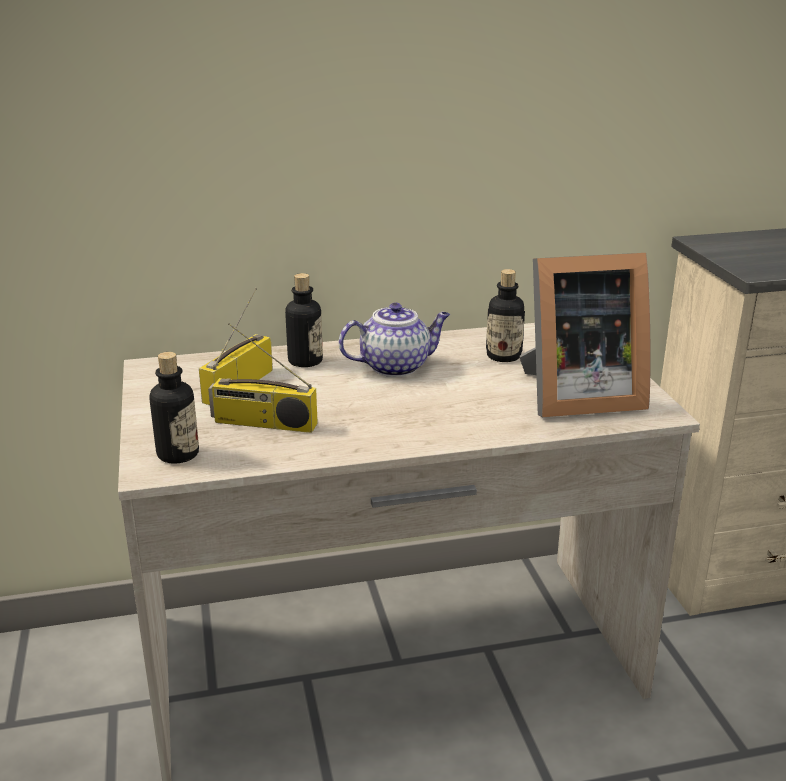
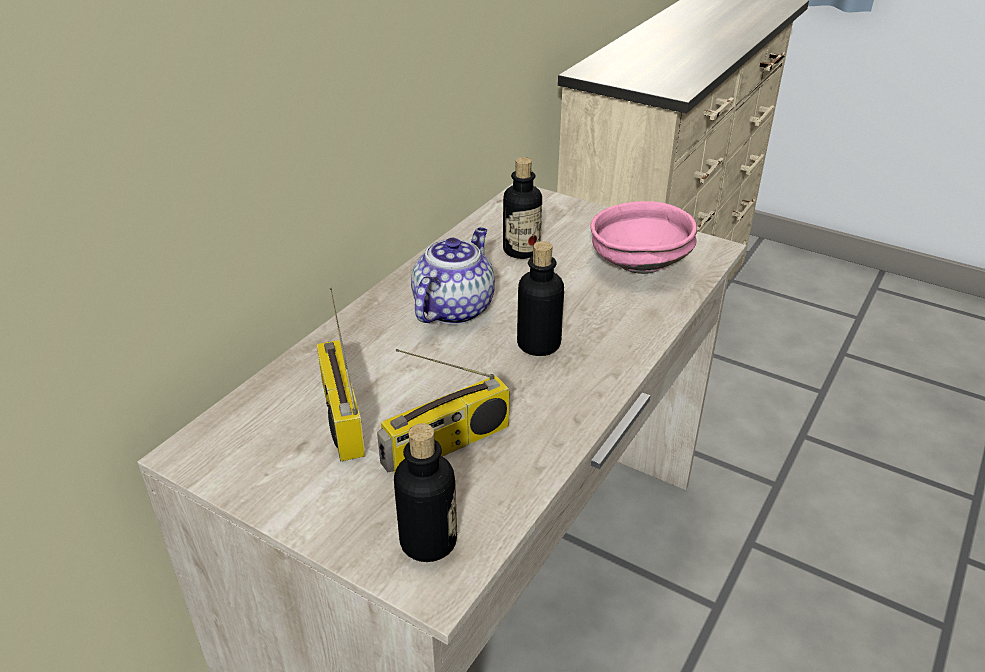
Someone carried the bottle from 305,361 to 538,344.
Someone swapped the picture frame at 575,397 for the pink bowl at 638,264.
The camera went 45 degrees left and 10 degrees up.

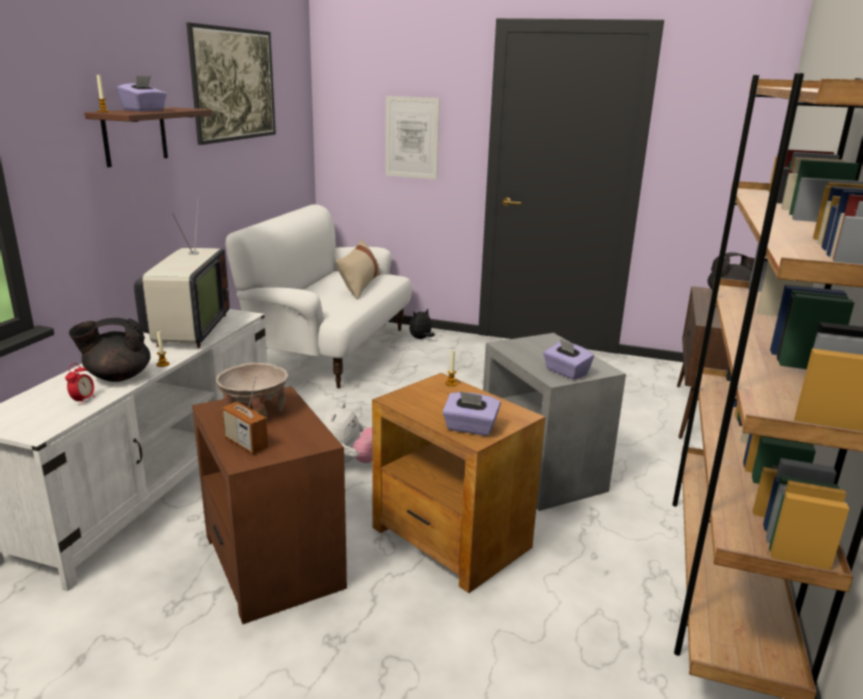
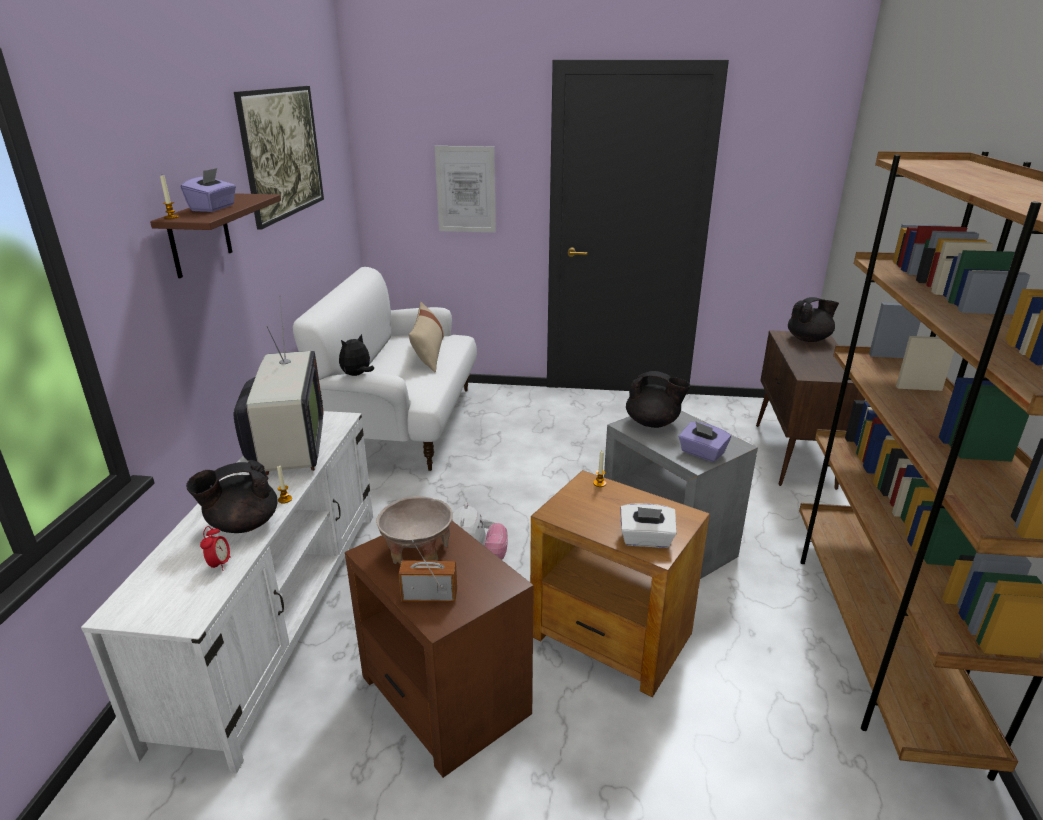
Someone carried the plush toy from 421,338 to 357,375.
Someone rotated the radio at 246,443 by 150 degrees clockwise.
Someone repainted the purple tissue box at 470,428, which became the white tissue box at 646,539.
Someone put down the black teapot at 653,423.
The camera went 10 degrees left and 5 degrees up.

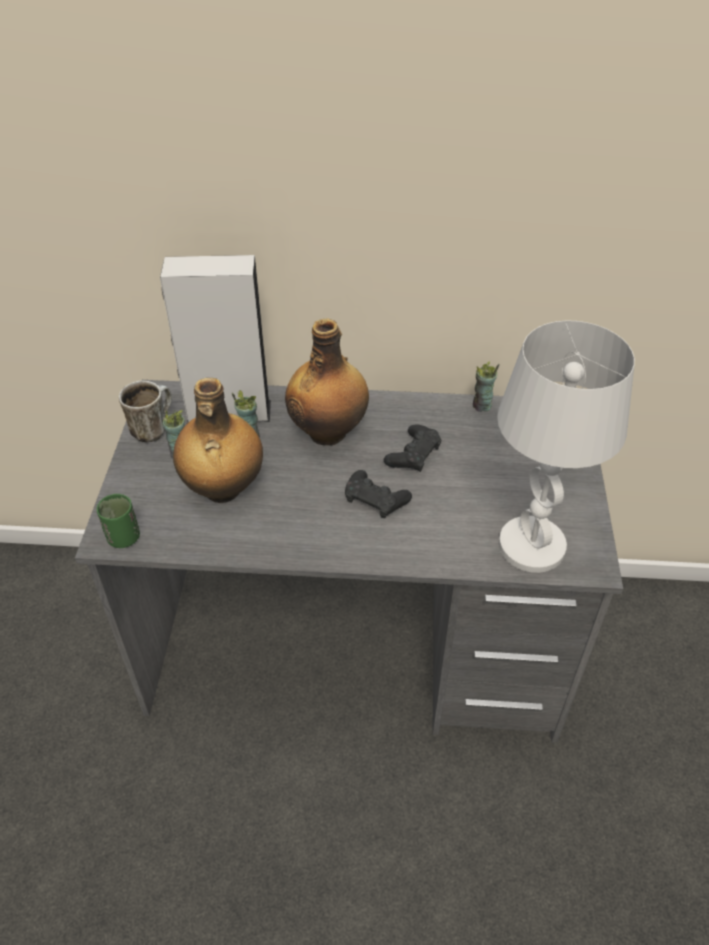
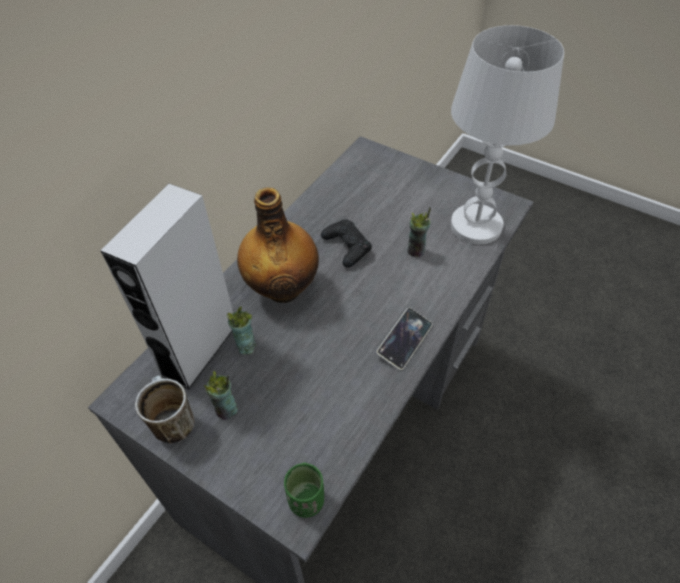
Someone put down the phone at 404,340.
Someone carried the cup from 481,406 to 416,251.
Someone took away the bottle at 223,489.
Someone took away the black game controller at 375,499.
The camera went 60 degrees left and 5 degrees up.

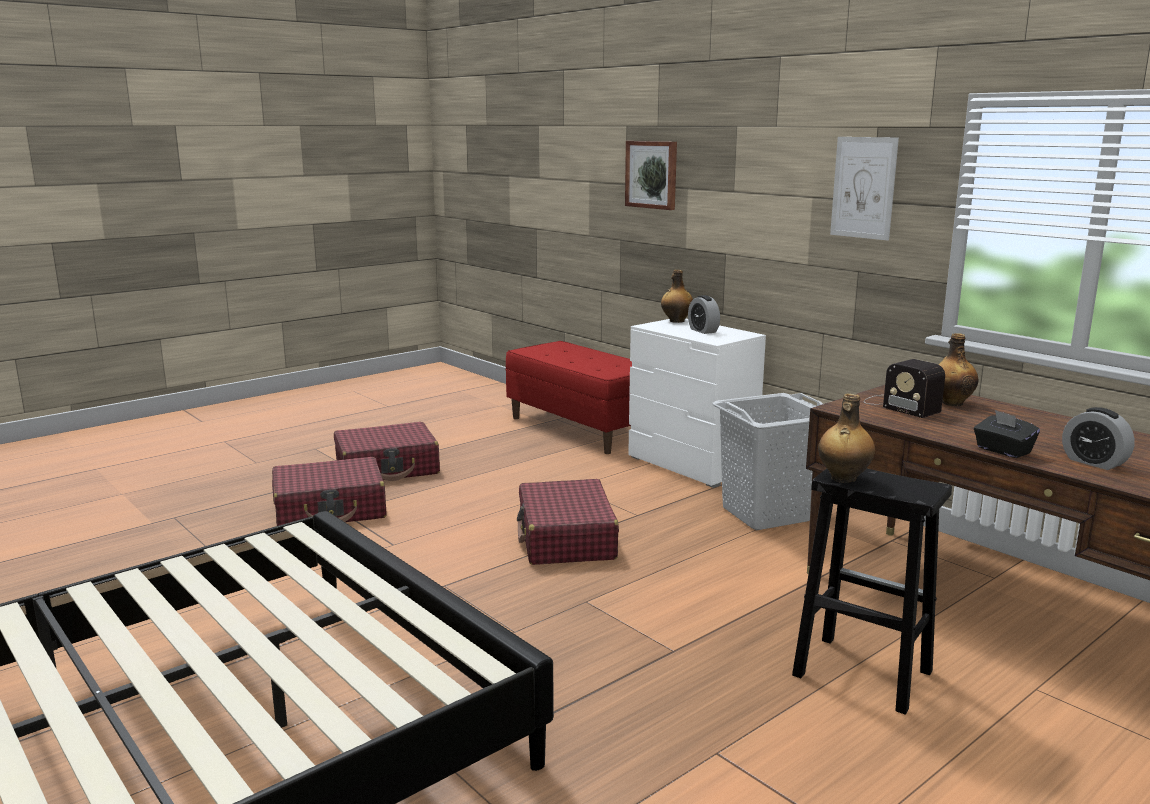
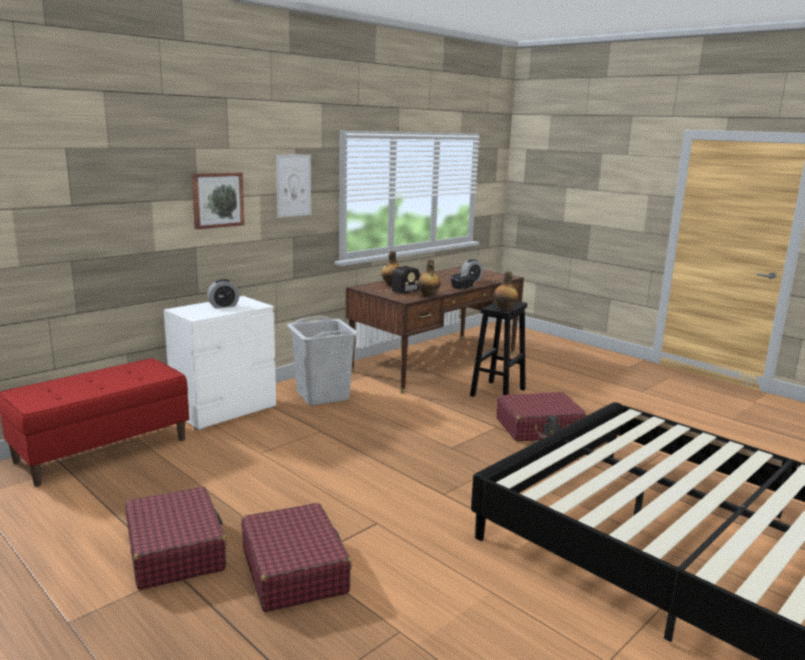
Someone carried the picture from 652,174 to 217,199.
Someone carried the bottle from 676,321 to 428,295.
Someone carried the red suitcase from 566,539 to 539,428.
The camera went 95 degrees left and 0 degrees up.

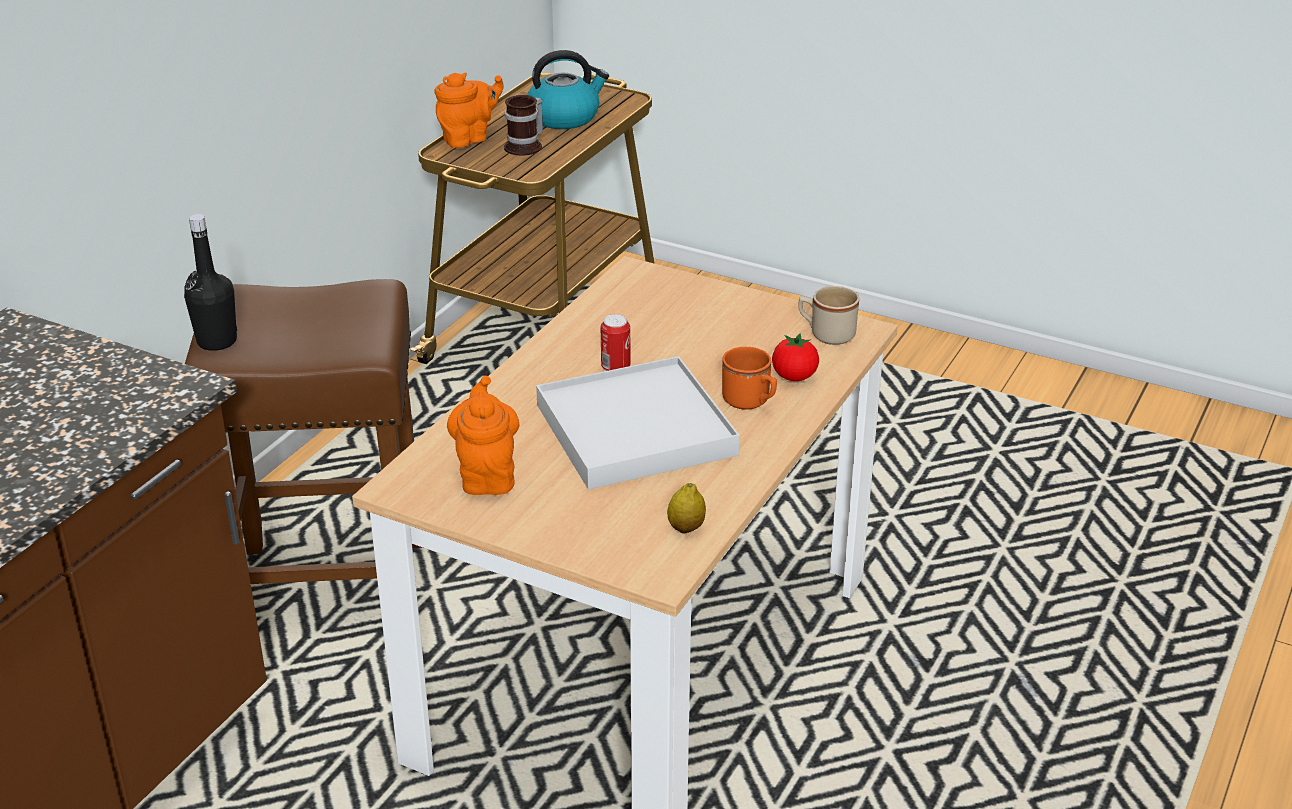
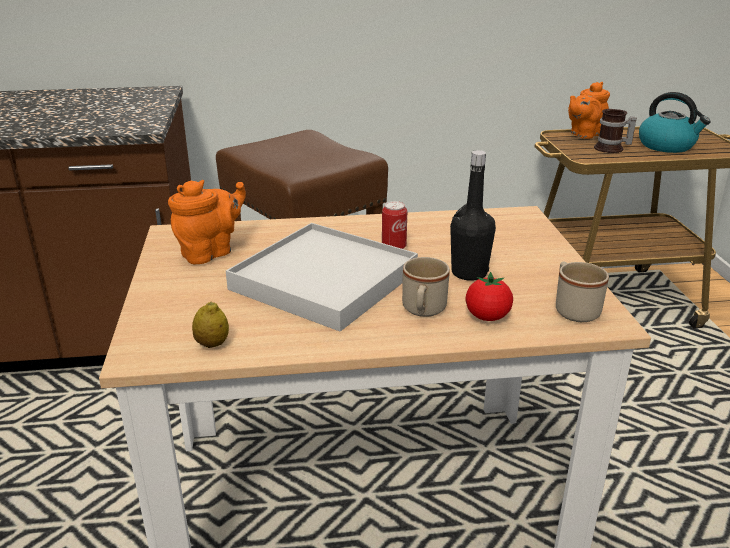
Someone repainted the orange mug at 750,402, which became the beige mug at 423,311.
Someone carried the black bottle from 217,341 to 469,273.
Someone rotated the orange teapot at 469,138 by 120 degrees clockwise.
The camera went 55 degrees right and 5 degrees down.

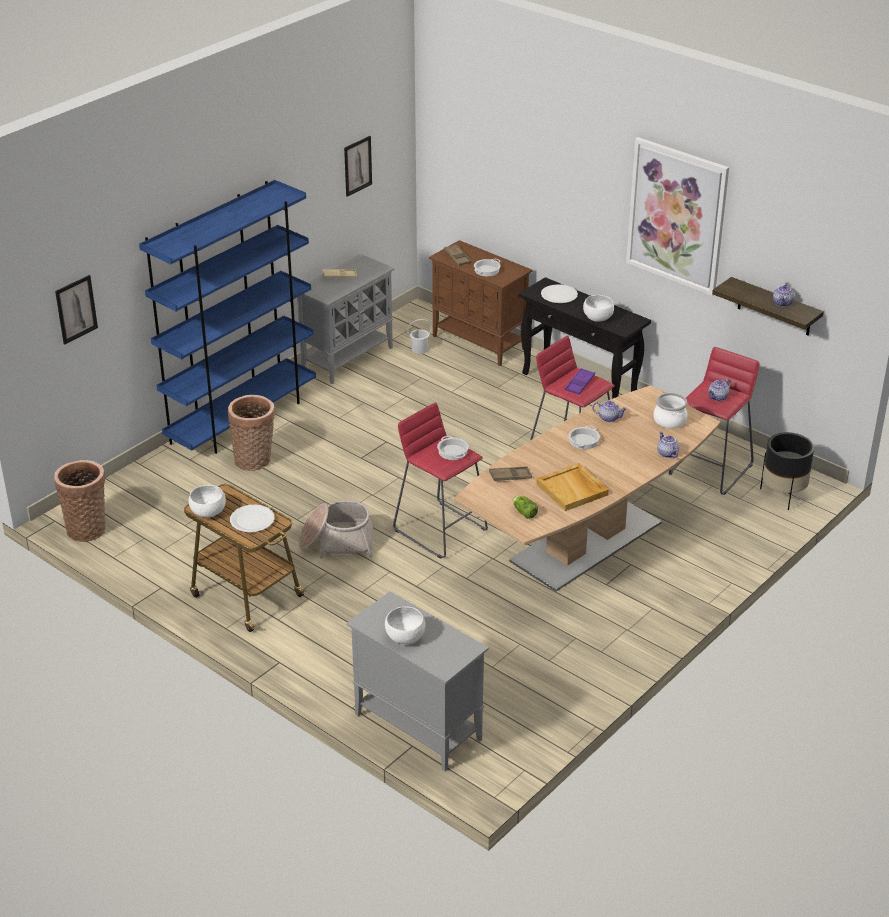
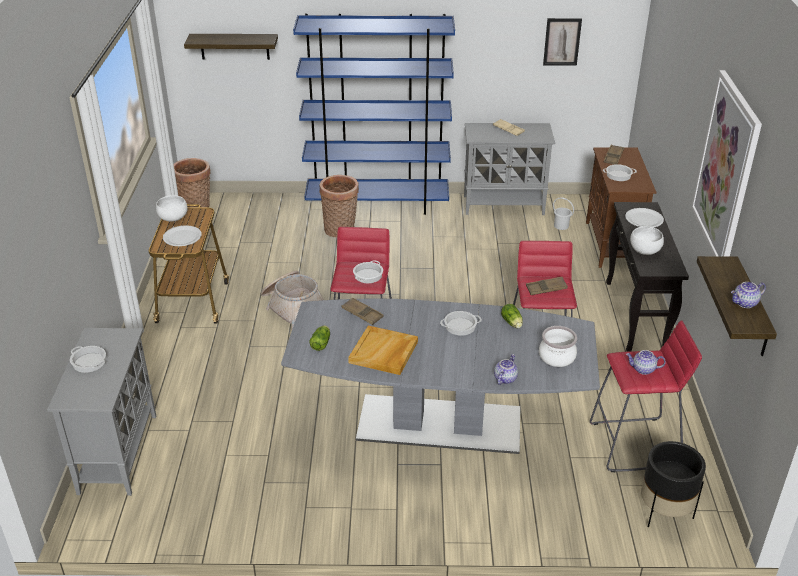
Someone swapped the white bowl at 405,636 for the cooking pot at 89,362.
Someone swapped the picture at 76,309 for the shelf at 234,46.
Someone repainted the brown dining table at 585,542, which became the grey dining table at 438,424.
Someone swapped the teapot at 609,418 for the lettuce at 512,323.
Someone repainted the purple tray at 579,384, which became the brown tray at 546,288.
The camera went 50 degrees right and 0 degrees up.

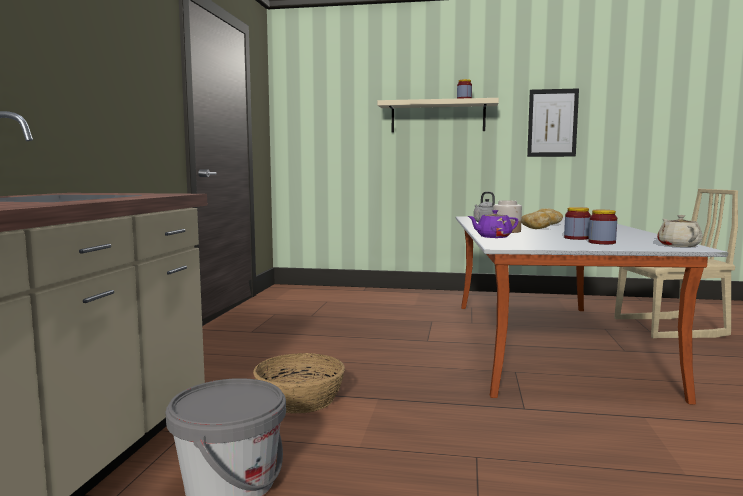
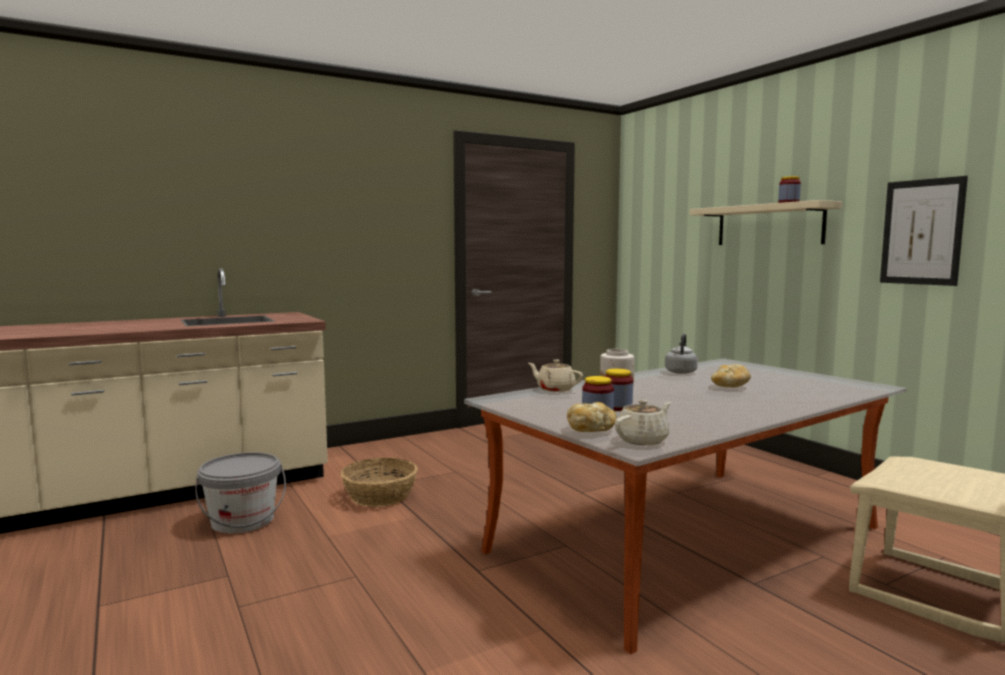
Someone repainted the purple teapot at 493,237, which became the beige teapot at 555,389.
Someone carried the bread from 535,228 to 591,430.
The camera went 50 degrees right and 0 degrees up.

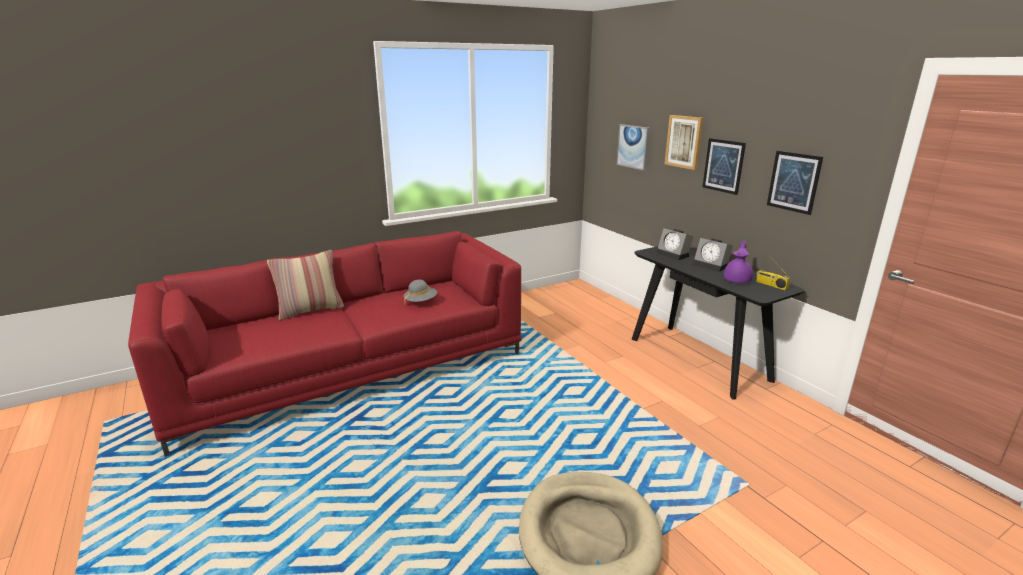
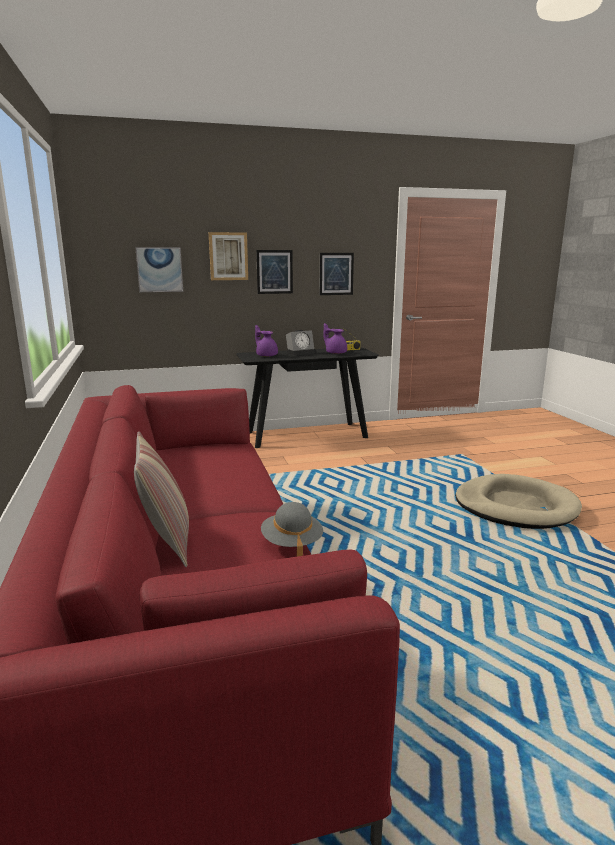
Someone swapped the alarm clock at 674,255 for the purple teapot at 266,355.
Someone carried the grey hat from 421,301 to 291,543.
The camera went 75 degrees left and 5 degrees down.

